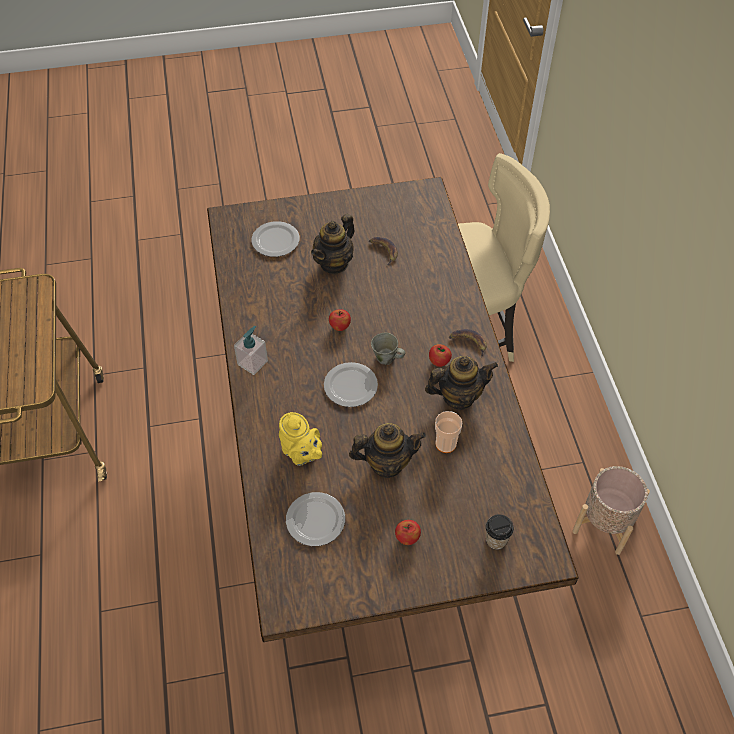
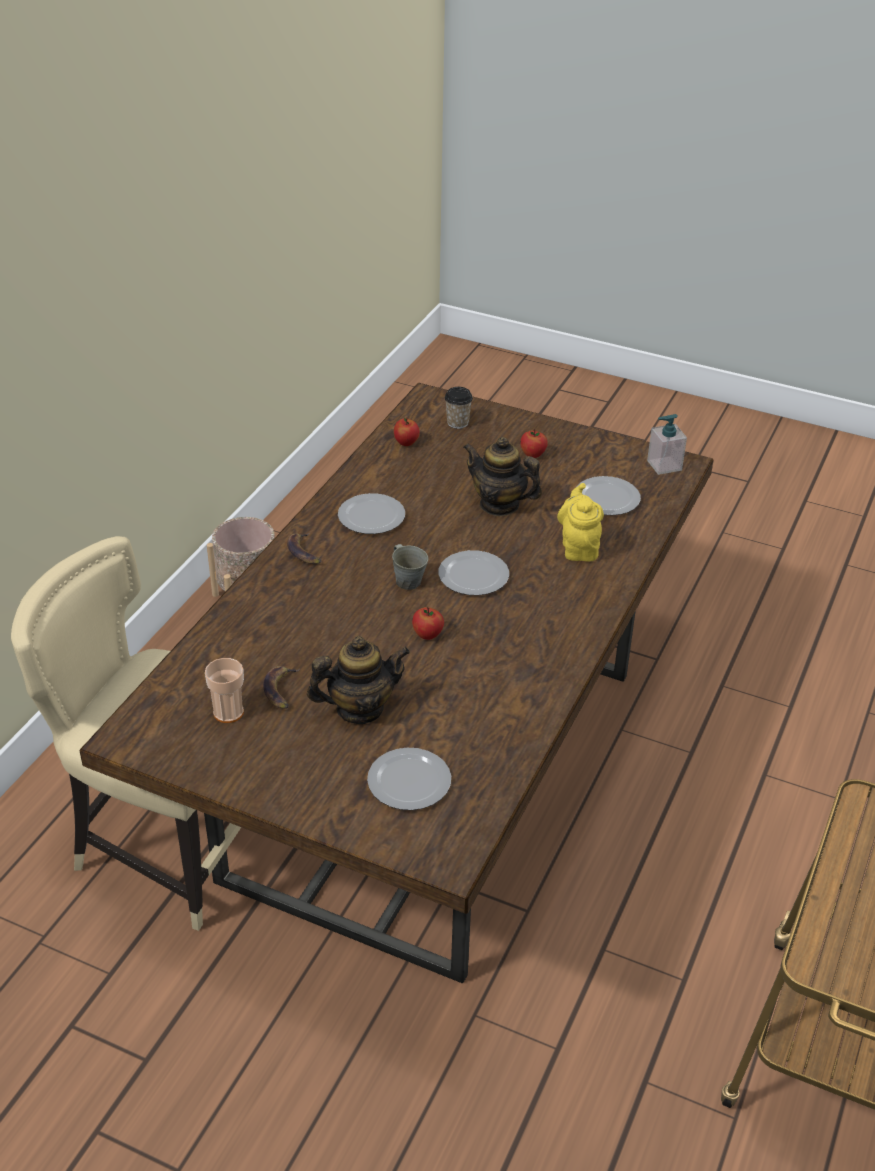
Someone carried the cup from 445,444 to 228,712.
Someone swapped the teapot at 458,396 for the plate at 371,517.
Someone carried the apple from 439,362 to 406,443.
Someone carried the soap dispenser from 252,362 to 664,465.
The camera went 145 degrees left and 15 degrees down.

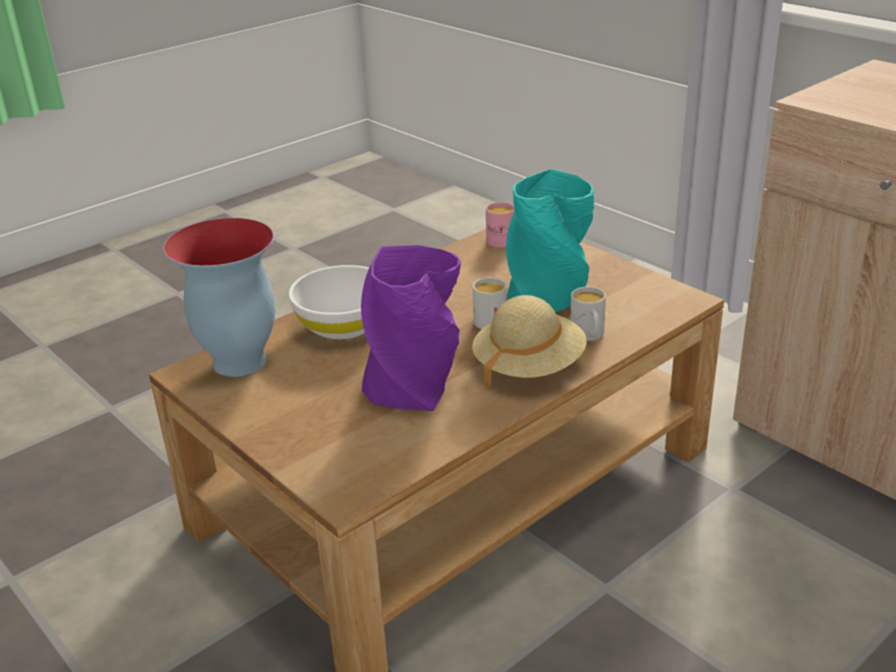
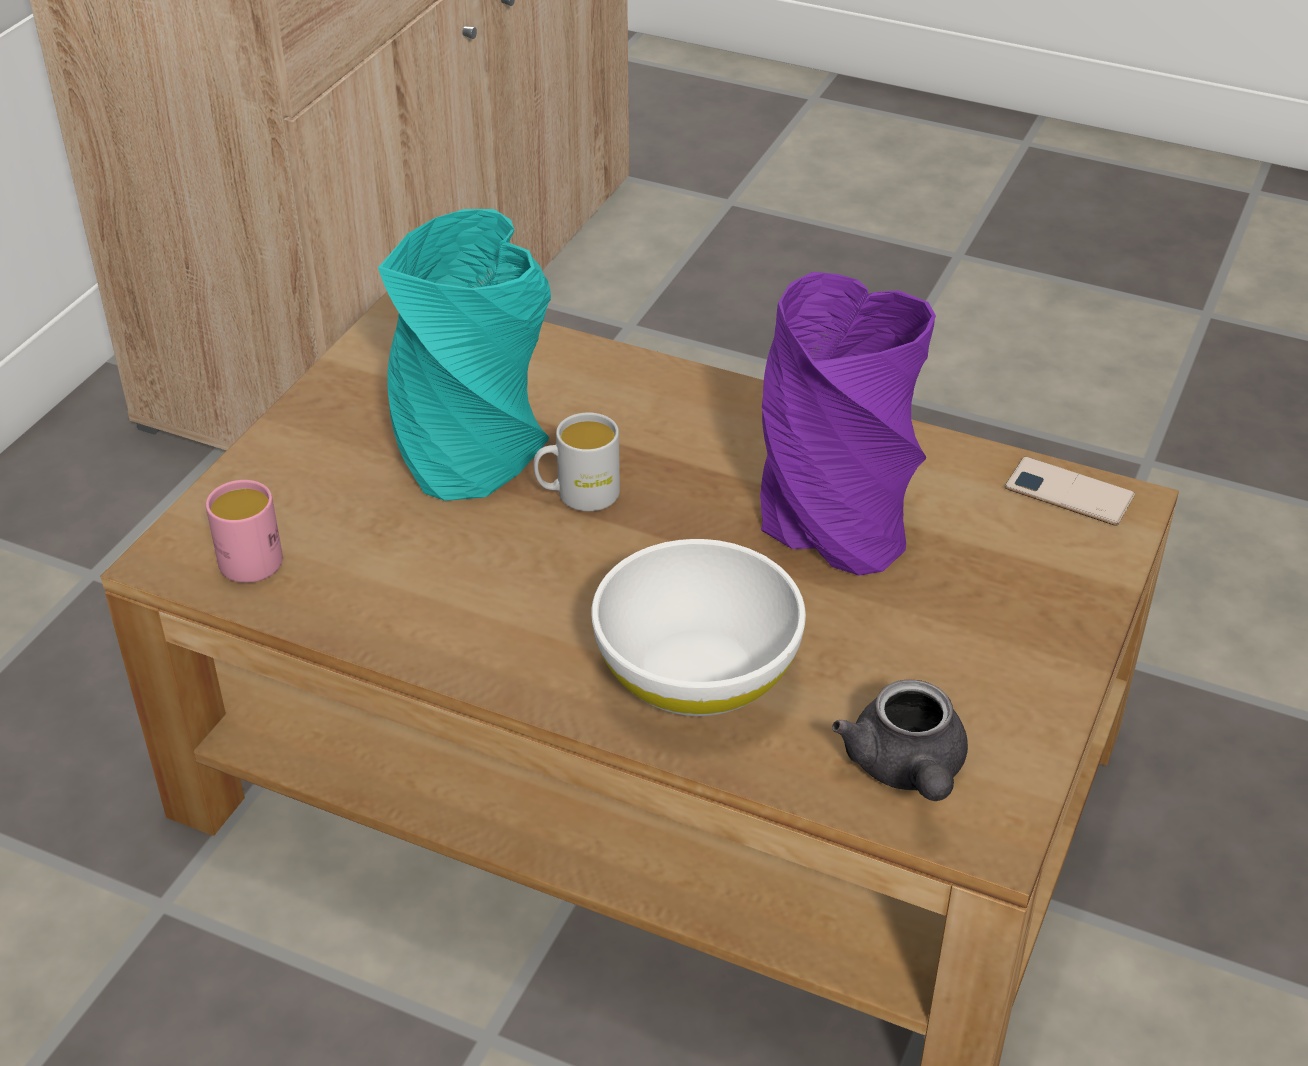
Someone swapped the vase at 237,362 for the grey teapot at 907,770.
Someone put down the phone at 1069,492.
Someone took away the beige hat at 528,367.
Someone took away the white mug at 588,336.
The camera went 115 degrees left and 10 degrees up.

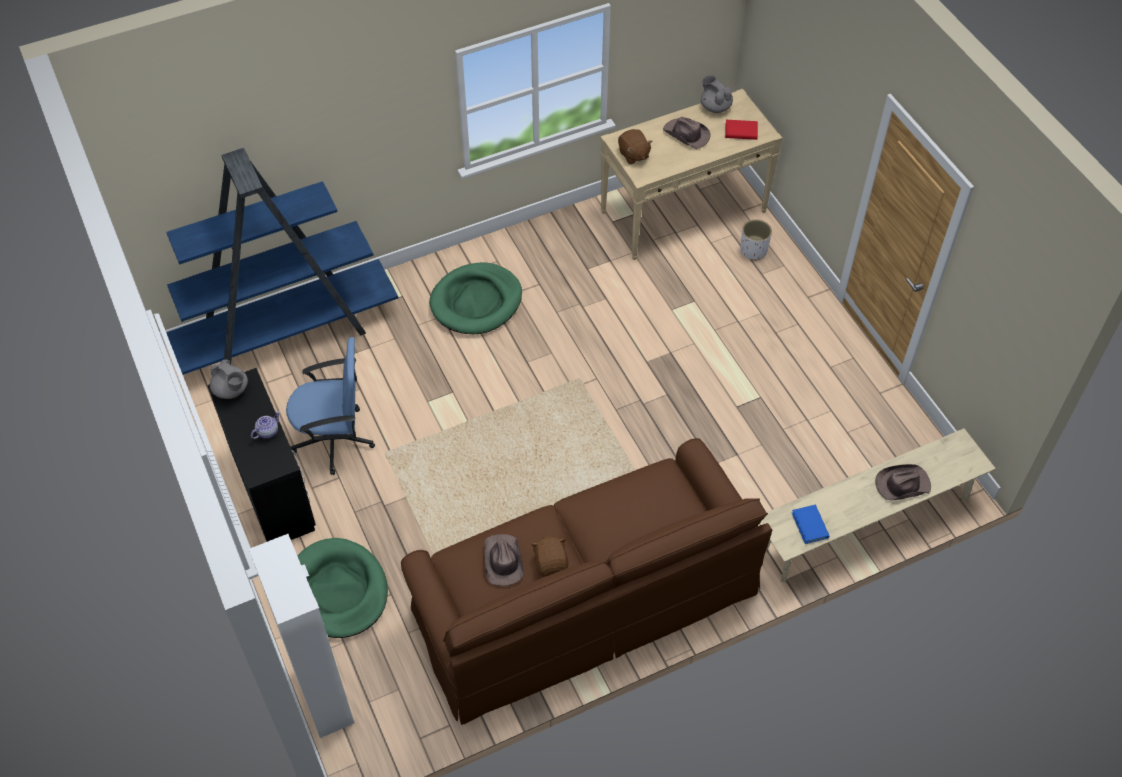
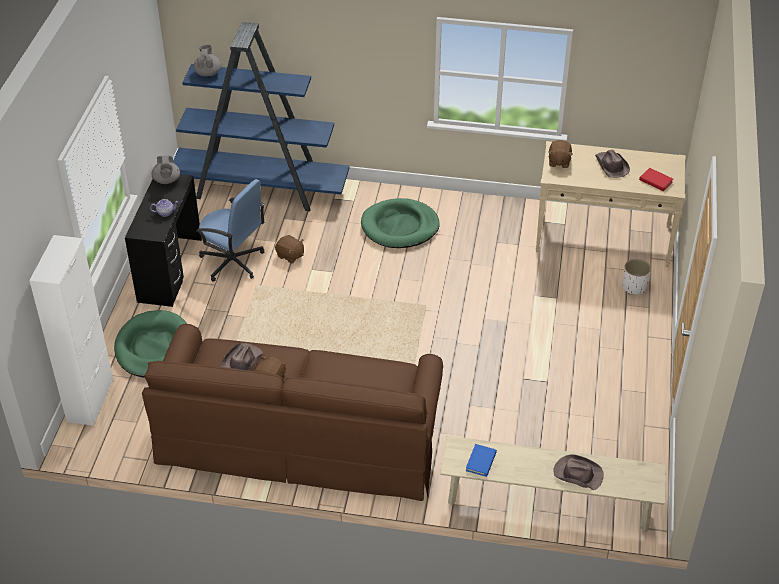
Someone carried the grey teapot from 715,107 to 208,73.
Someone put down the brown plush toy at 290,256.
The camera went 35 degrees right and 10 degrees down.

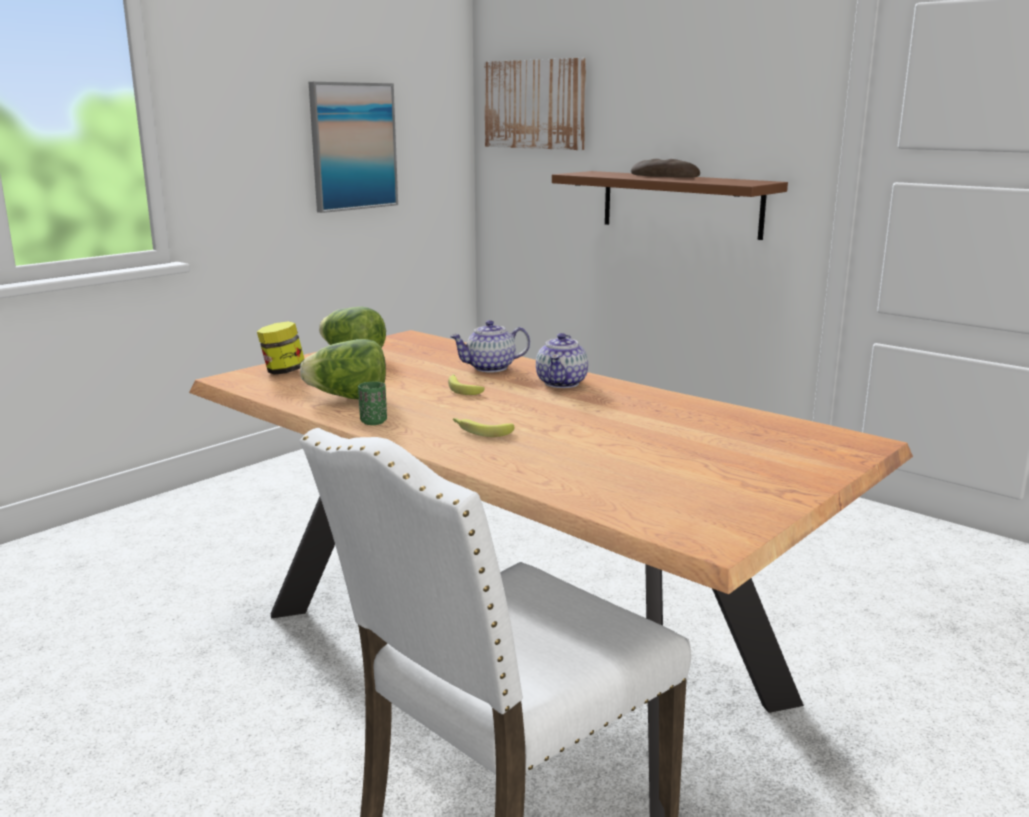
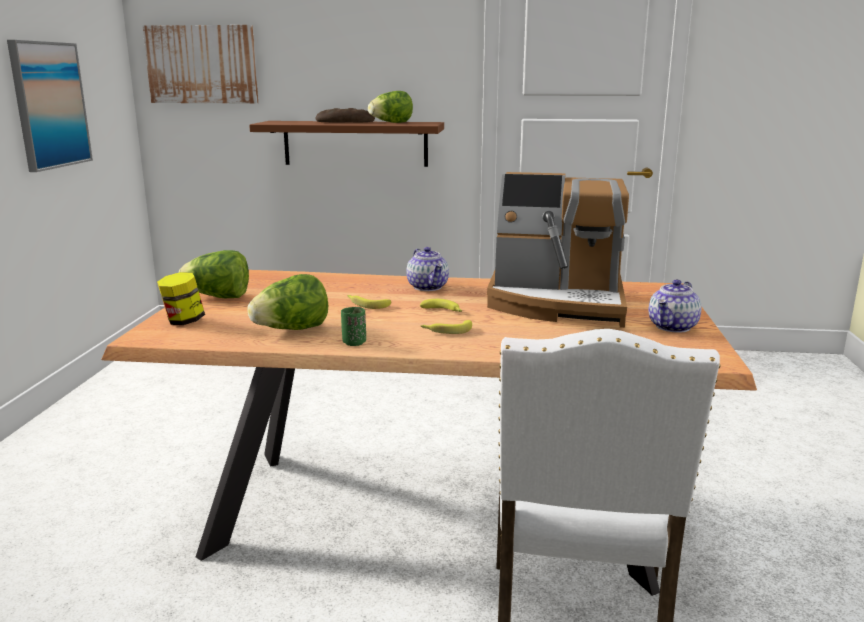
Someone put down the lettuce at 391,123.
Someone put down the banana at 443,311.
Someone put down the coffee machine at 558,303.
Someone carried the teapot from 490,368 to 673,327.
The camera went 35 degrees left and 0 degrees up.

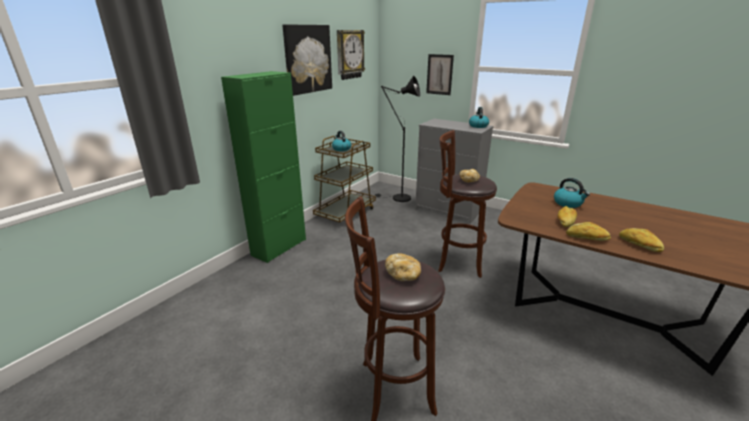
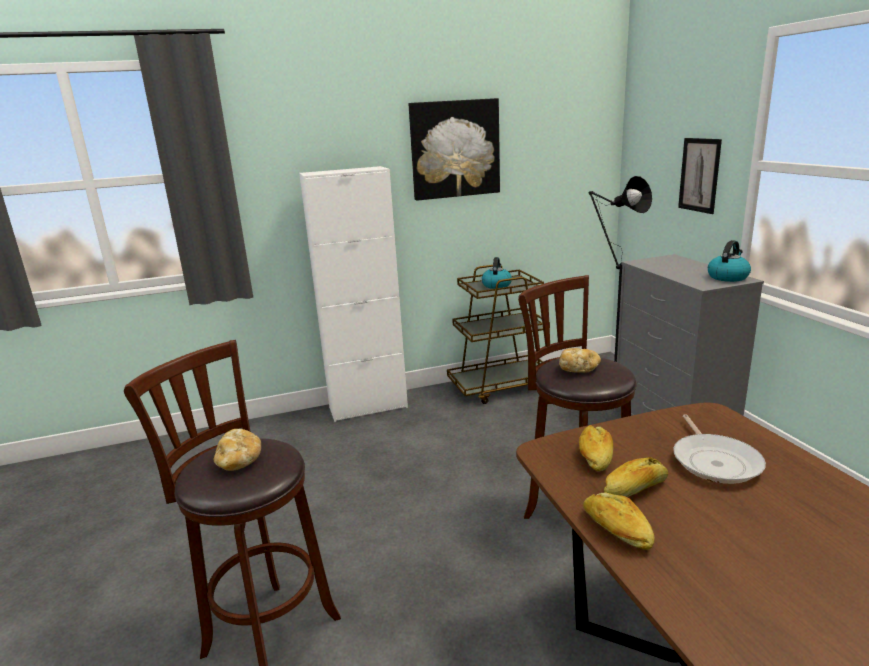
Someone repainted the green cabinet at 279,247, which became the white cabinet at 368,407.
Someone carried the bread from 639,245 to 594,456.
Someone swapped the kettle at 568,203 for the frying pan at 714,461.
Someone took away the wall clock at 349,54.
The camera went 40 degrees right and 5 degrees down.

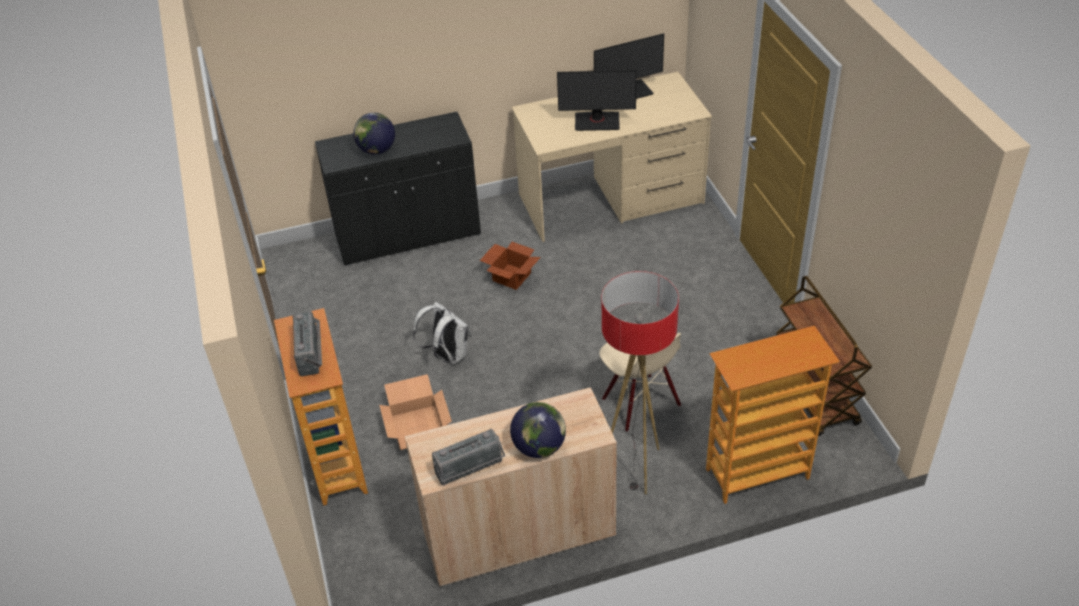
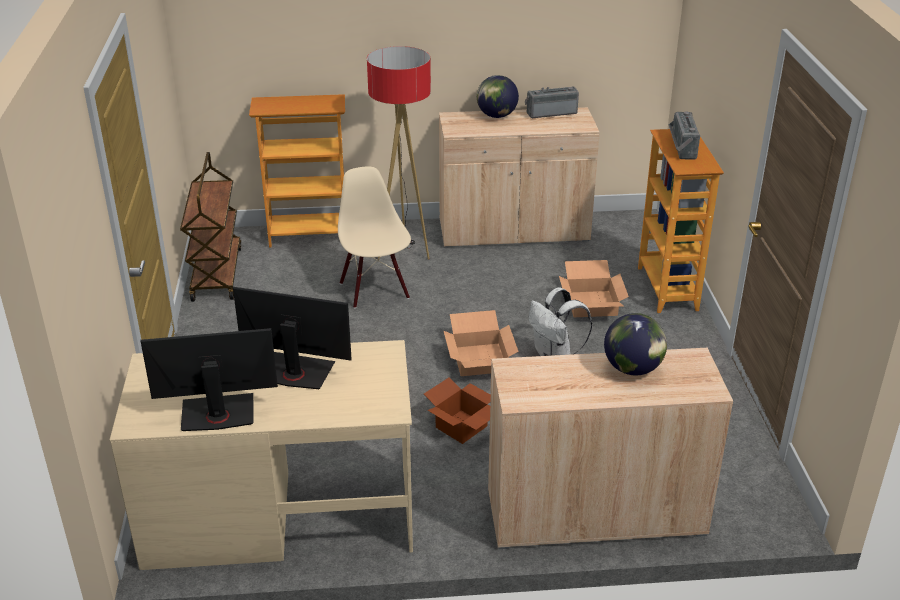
Someone put down the cardboard box at 481,360.
Someone repainted the black cabinet at 408,235, which became the beige cabinet at 595,513.
The camera went 170 degrees left and 10 degrees down.

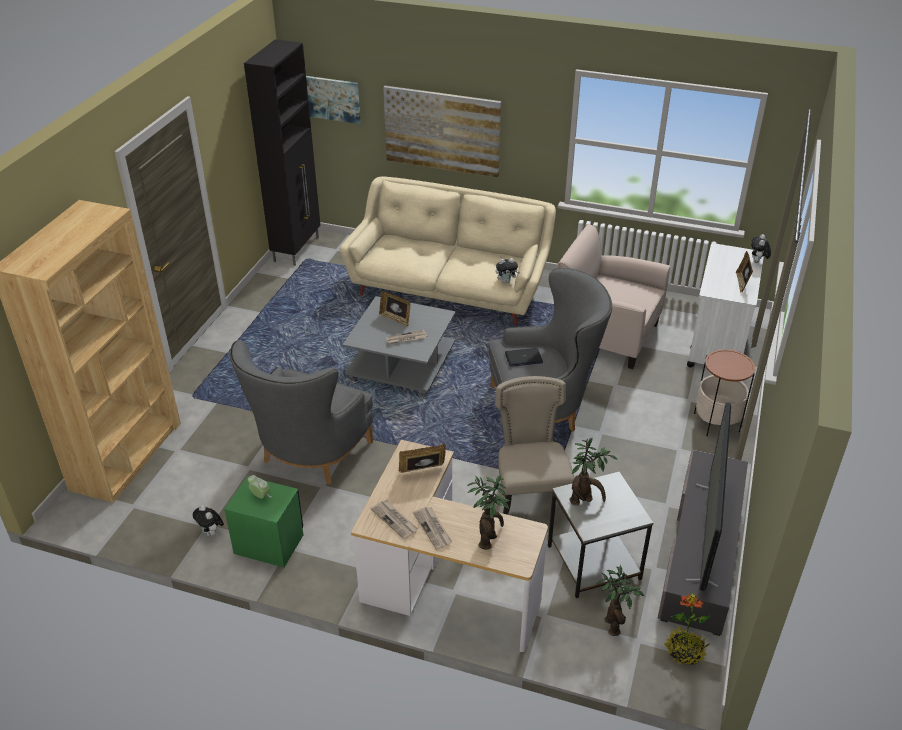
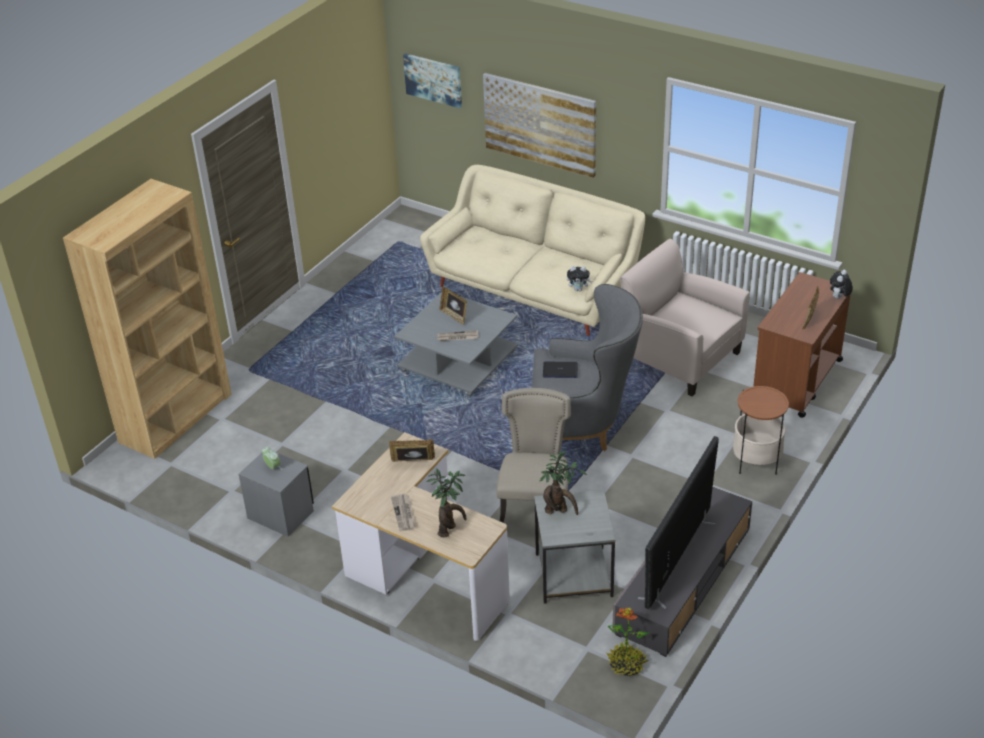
Someone repainted the green nightstand at 269,544, which became the grey nightstand at 281,514.
Someone repainted the white cart at 718,343, which became the brown cart at 796,381.
Someone took away the plush toy at 211,533.
Someone took away the grey armchair at 308,457.
Someone took away the black cabinet at 297,249.
Someone took away the newspaper at 395,520.
Someone took away the potted plant at 613,624.
The camera went 15 degrees right and 0 degrees up.

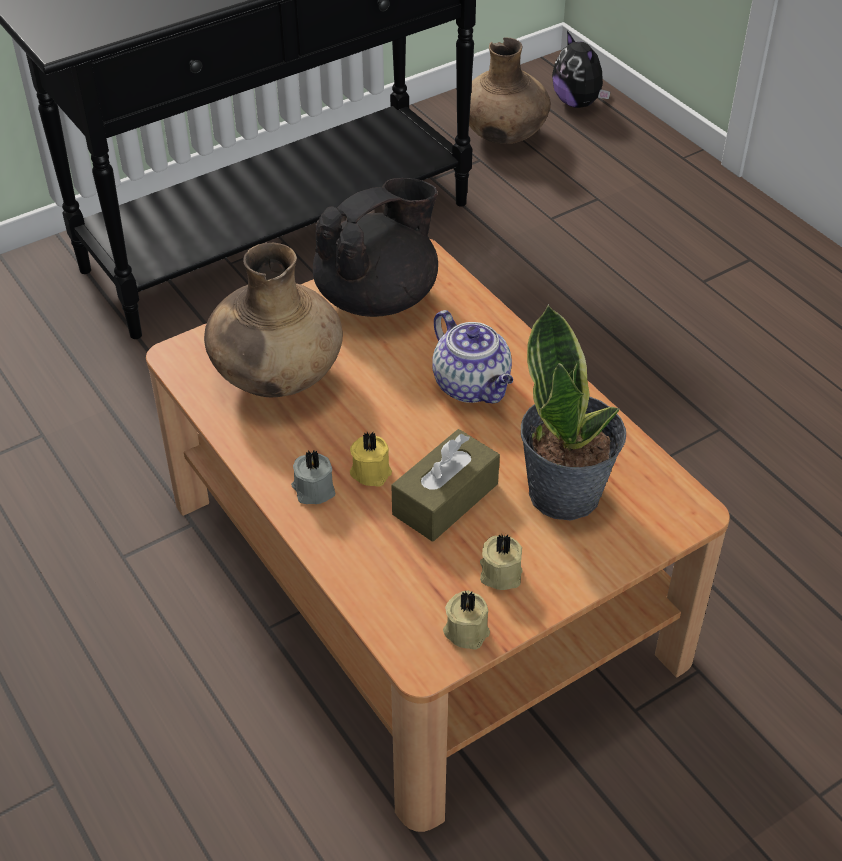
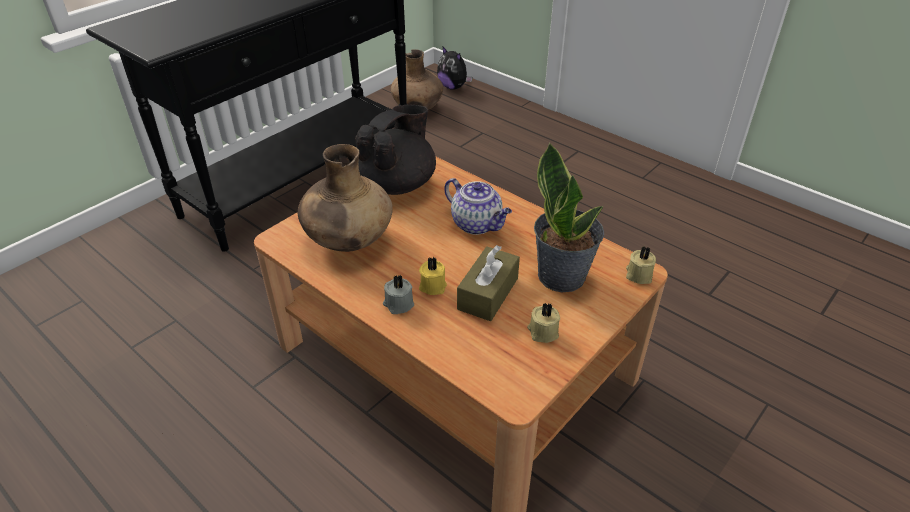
Someone carried the beige candle from 466,630 to 638,275.
The camera went 15 degrees left and 5 degrees down.

